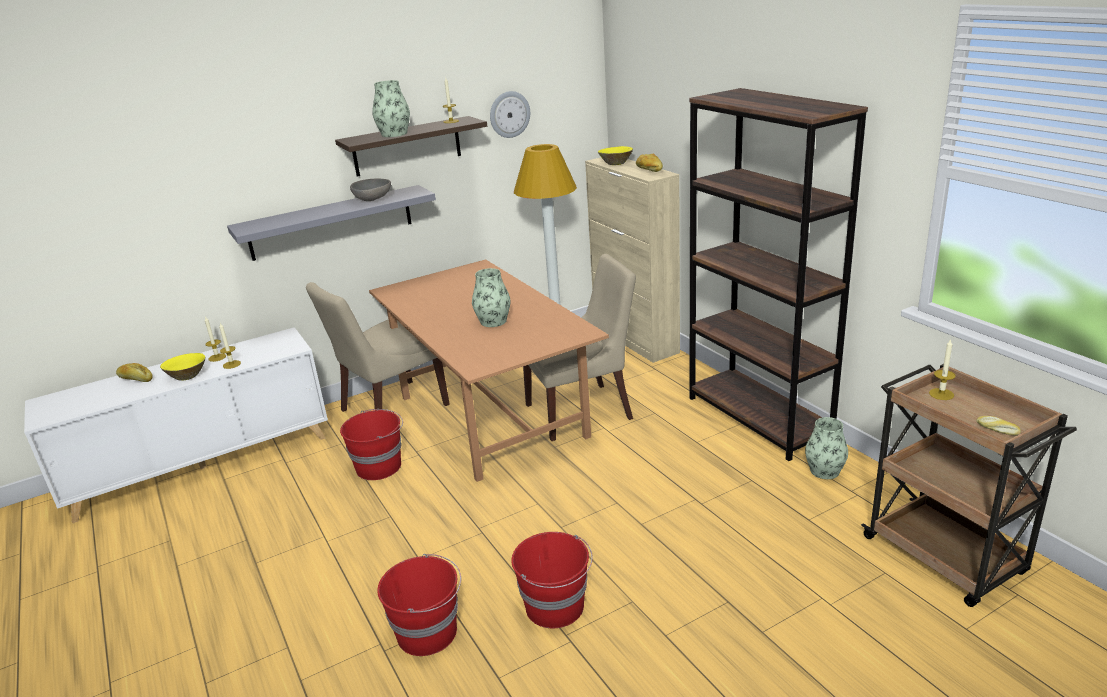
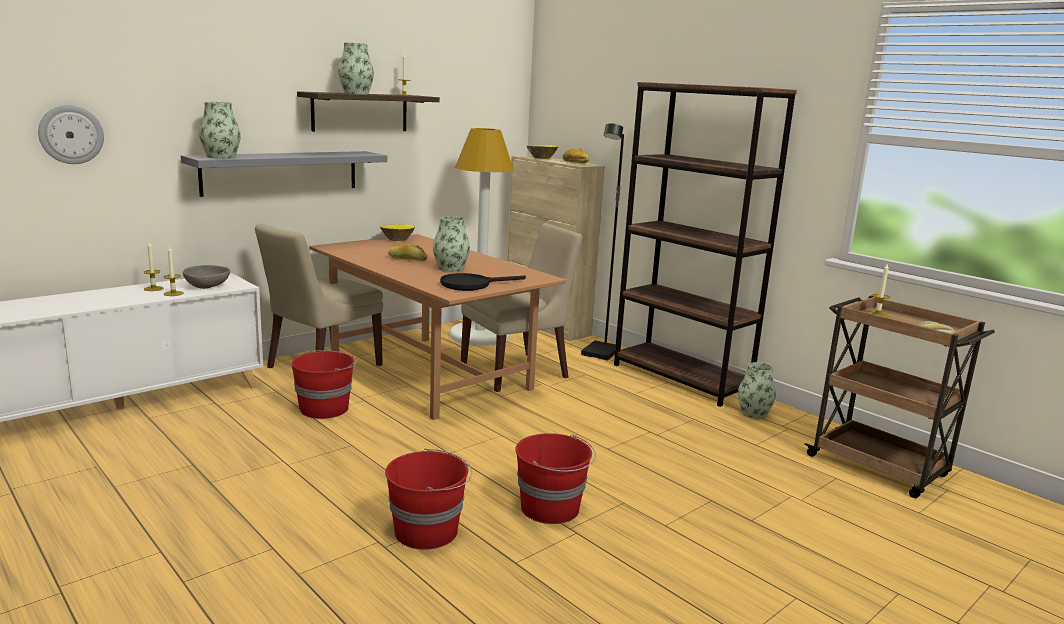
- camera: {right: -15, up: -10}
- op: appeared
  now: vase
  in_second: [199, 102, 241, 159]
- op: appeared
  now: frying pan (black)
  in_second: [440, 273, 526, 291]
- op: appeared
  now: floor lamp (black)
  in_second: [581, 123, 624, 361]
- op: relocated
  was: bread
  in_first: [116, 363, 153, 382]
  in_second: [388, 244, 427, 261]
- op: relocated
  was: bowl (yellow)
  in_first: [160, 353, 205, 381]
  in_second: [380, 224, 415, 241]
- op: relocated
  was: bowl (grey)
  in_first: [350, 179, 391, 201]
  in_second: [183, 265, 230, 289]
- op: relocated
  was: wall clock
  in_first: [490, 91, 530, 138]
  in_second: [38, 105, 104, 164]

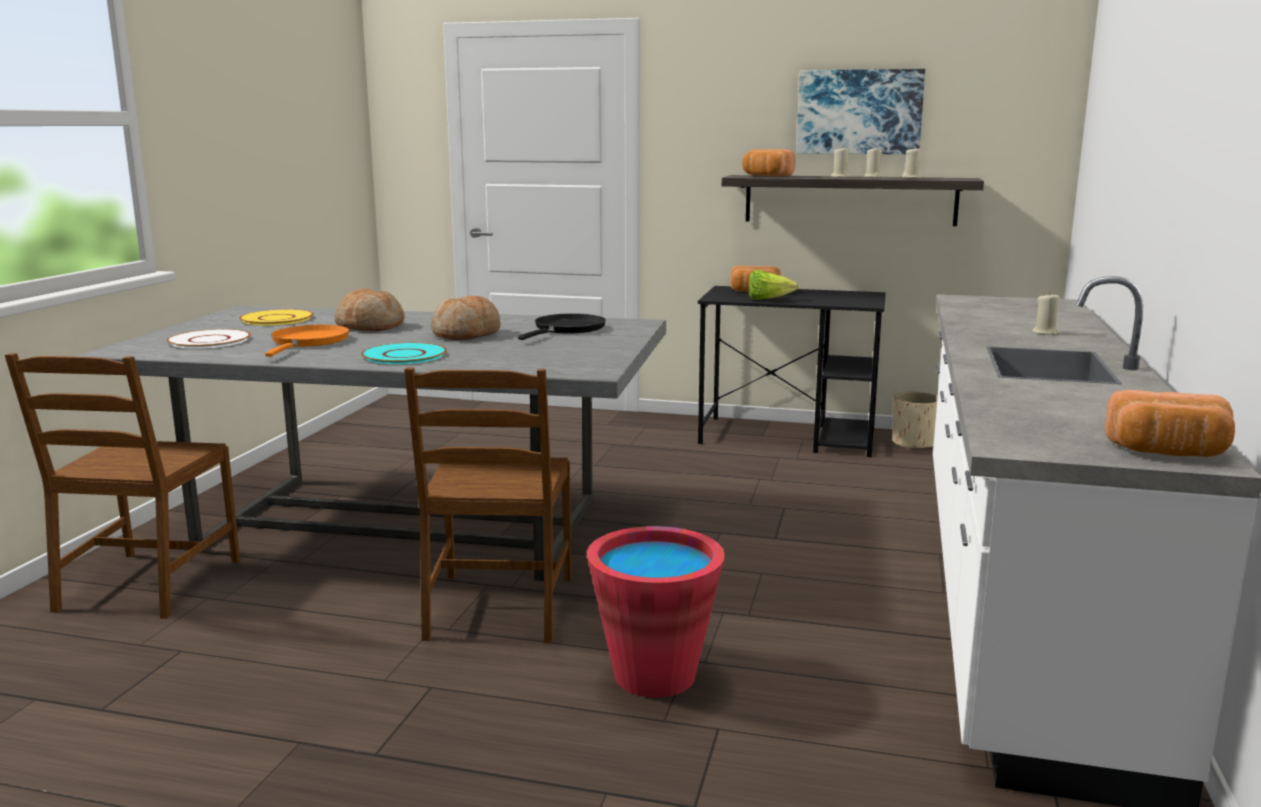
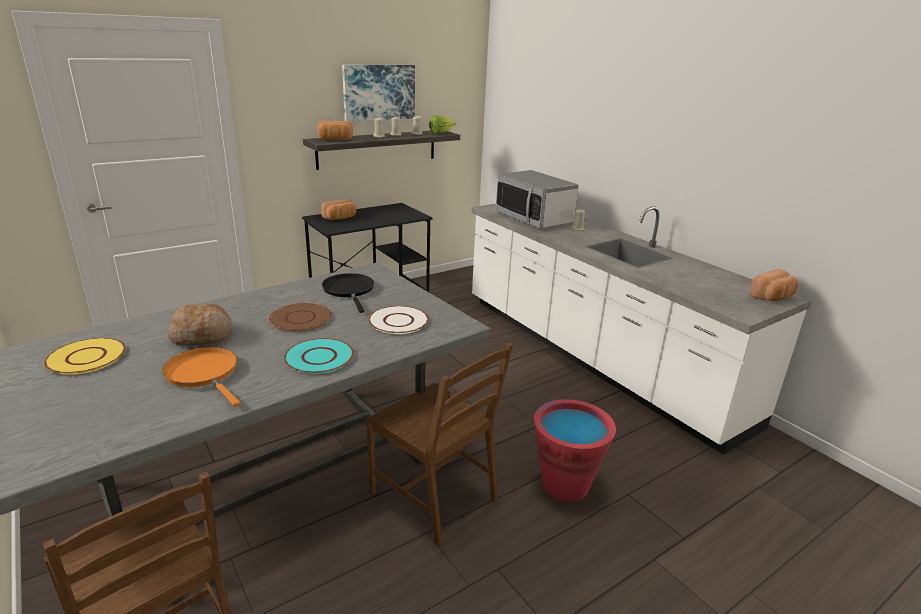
- camera: {right: -50, up: 10}
- op: missing
  was: planter (beige)
  in_first: [892, 392, 938, 450]
- op: appeared
  now: microwave
  in_second: [496, 170, 579, 228]
- op: relocated
  was: plate (white)
  in_first: [166, 329, 251, 349]
  in_second: [368, 306, 429, 334]
- op: relocated
  was: lettuce
  in_first: [749, 270, 798, 300]
  in_second: [429, 115, 455, 134]
- op: exchanged
  was: bread
  now: plate (brown)
  in_first: [431, 296, 501, 340]
  in_second: [269, 303, 331, 331]

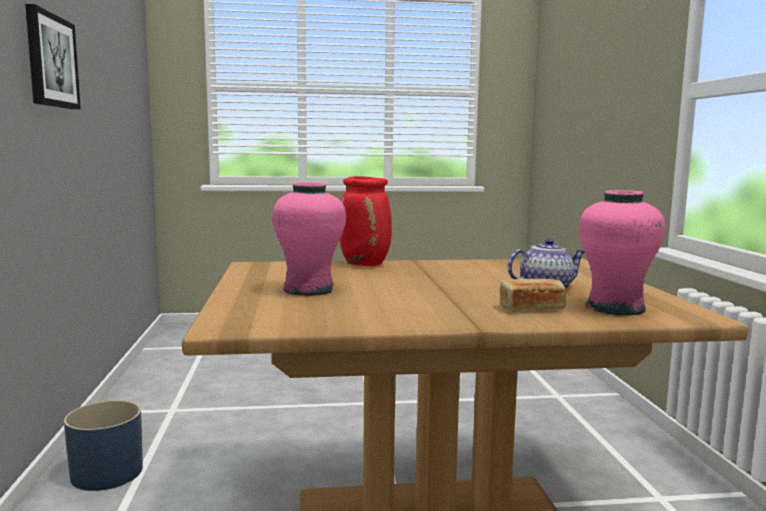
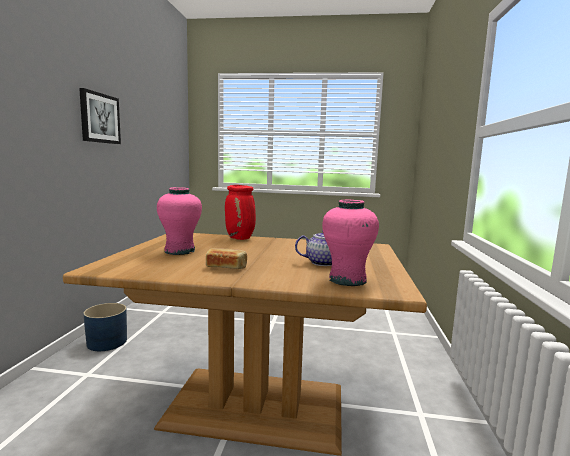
- camera: {right: 15, up: 0}
- op: relocated
  was: bread
  in_first: [500, 279, 566, 309]
  in_second: [206, 248, 247, 269]

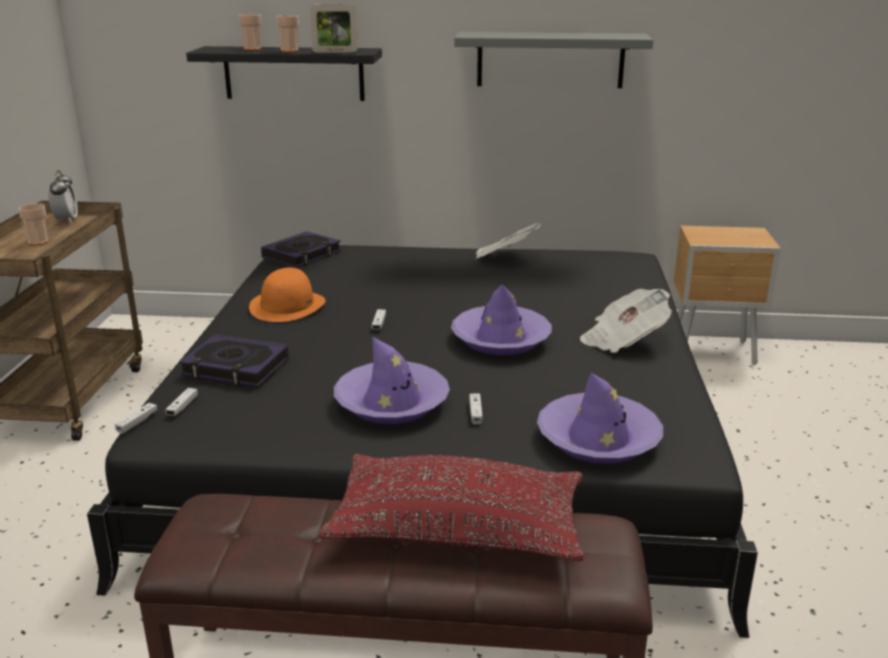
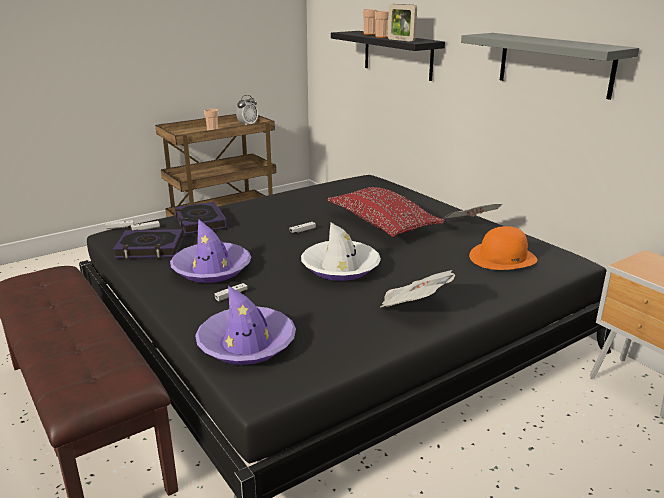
- camera: {right: 50, up: 0}
- op: relocated
  was: hat (orange)
  in_first: [249, 267, 326, 322]
  in_second: [469, 226, 537, 270]
- op: relocated
  was: book
  in_first: [261, 231, 341, 268]
  in_second: [113, 229, 183, 259]
- op: relocated
  was: pillow (red)
  in_first: [319, 454, 584, 561]
  in_second: [327, 187, 445, 237]
- op: colour
  was: hat (purple)
  now: hat (white)
  in_first: [451, 284, 552, 355]
  in_second: [301, 223, 381, 281]

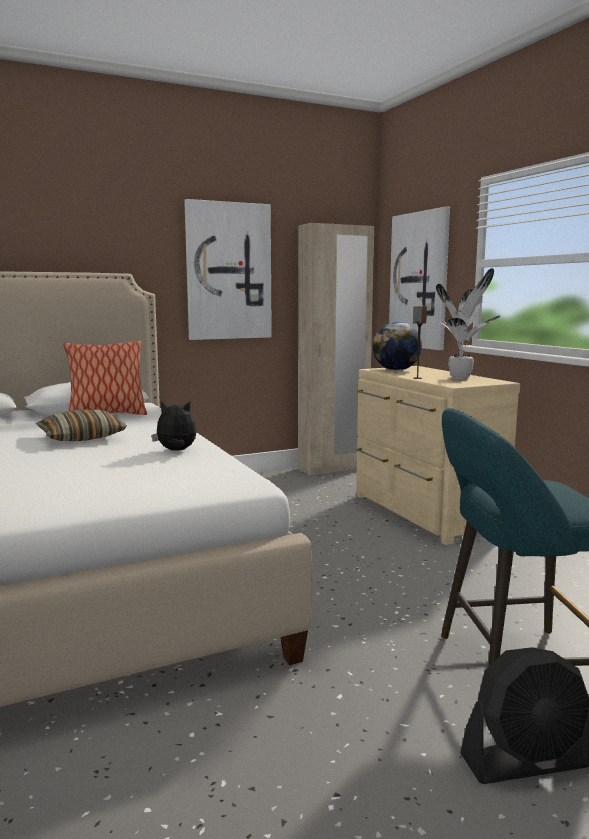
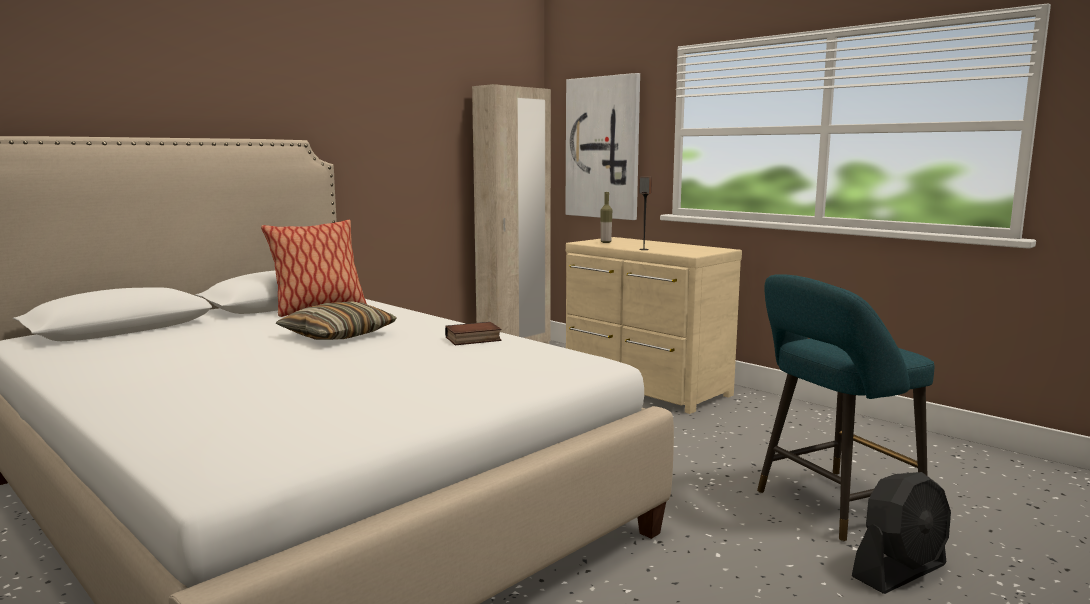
- camera: {right: -20, up: 0}
- op: missing
  was: picture
  in_first: [184, 199, 272, 340]
- op: missing
  was: potted plant
  in_first: [436, 268, 500, 380]
- op: exchanged
  was: plush toy
  now: book
  in_first: [151, 401, 197, 451]
  in_second: [445, 322, 502, 345]
- op: exchanged
  was: globe
  now: bottle
  in_first: [373, 322, 422, 371]
  in_second: [601, 192, 612, 243]

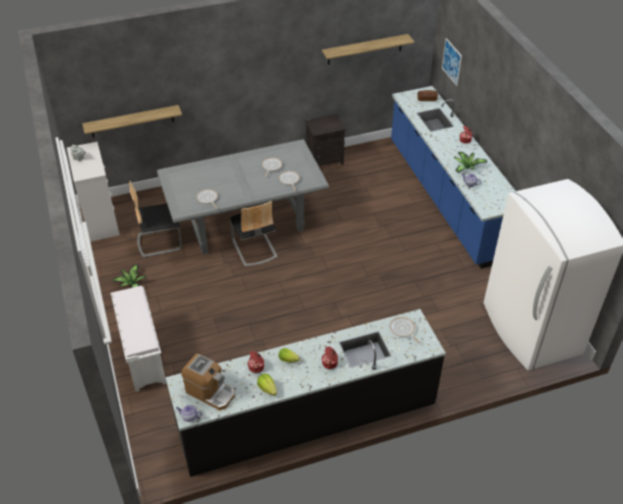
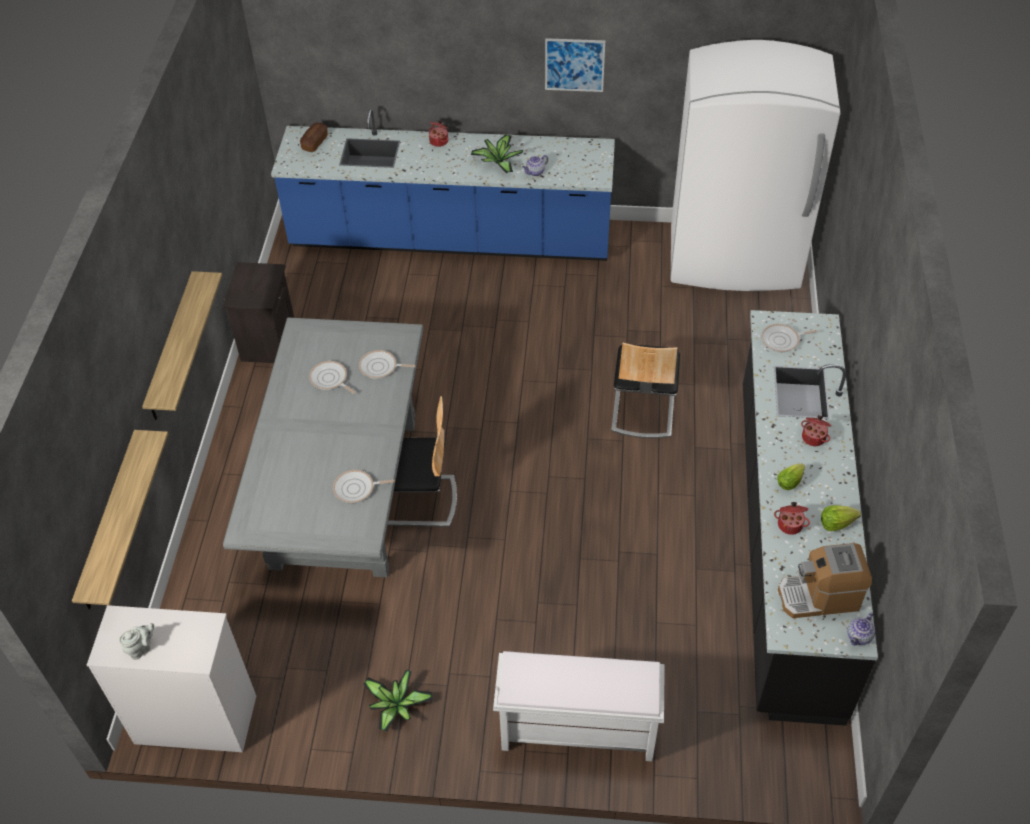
- camera: {right: -65, up: 5}
- op: relocated
  was: chair
  in_first: [129, 181, 182, 258]
  in_second: [611, 343, 680, 438]
- op: relocated
  was: shelf
  in_first: [322, 34, 415, 65]
  in_second: [142, 271, 222, 420]
- op: relocated
  was: picture
  in_first: [442, 38, 462, 86]
  in_second: [545, 38, 605, 92]
- op: spun
  was: coffee machine
  in_first: [181, 353, 235, 410]
  in_second: [778, 543, 872, 618]
  clockwise: -150

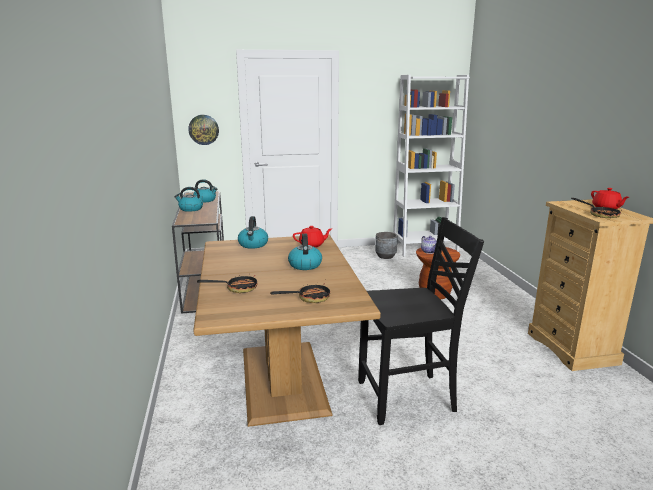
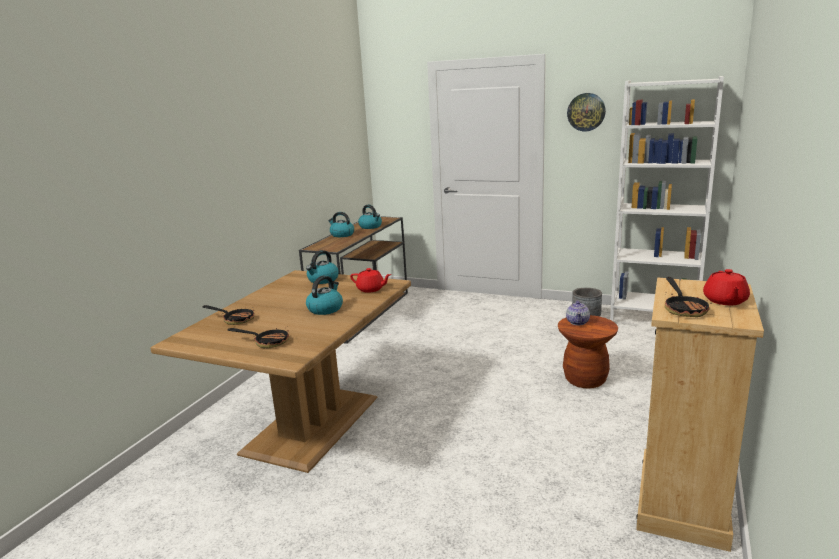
- camera: {right: 35, up: 0}
- op: missing
  was: chair (black)
  in_first: [358, 217, 484, 425]
- op: relocated
  was: wall clock
  in_first: [188, 115, 219, 145]
  in_second: [567, 93, 606, 131]

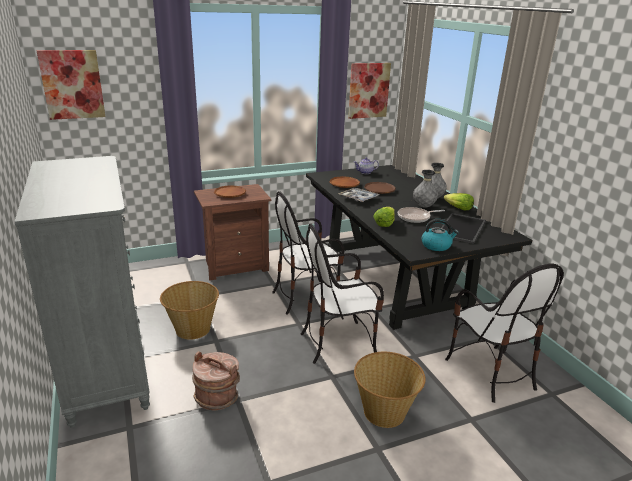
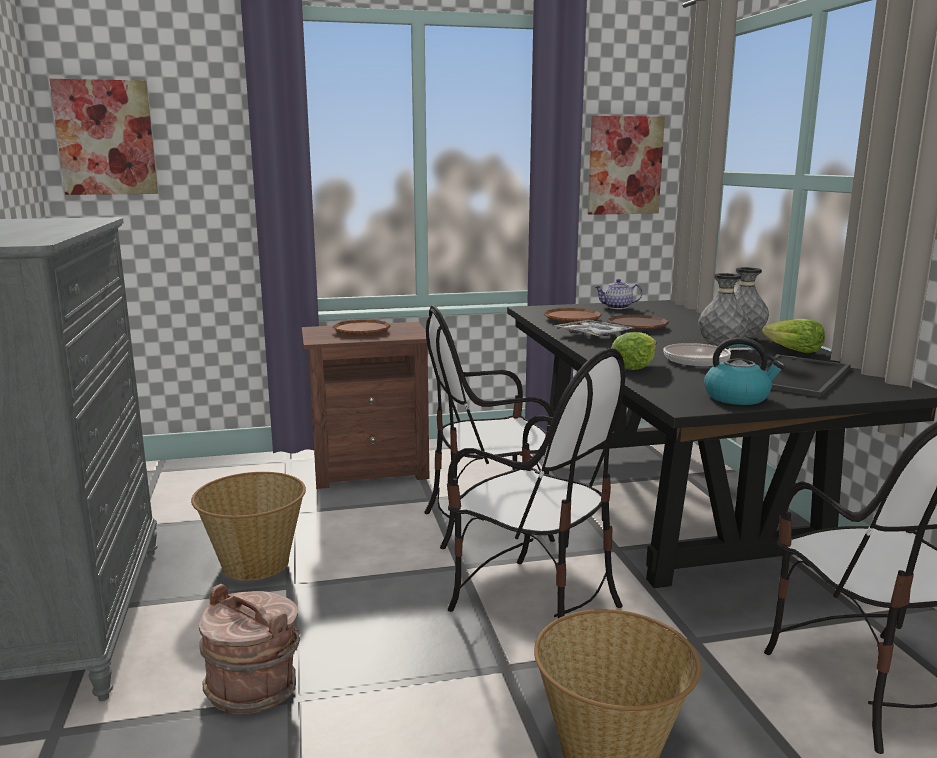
- camera: {right: 10, up: -10}
- op: spun
  was: chair
  in_first: [301, 223, 384, 364]
  in_second: [447, 348, 625, 618]
  clockwise: -135

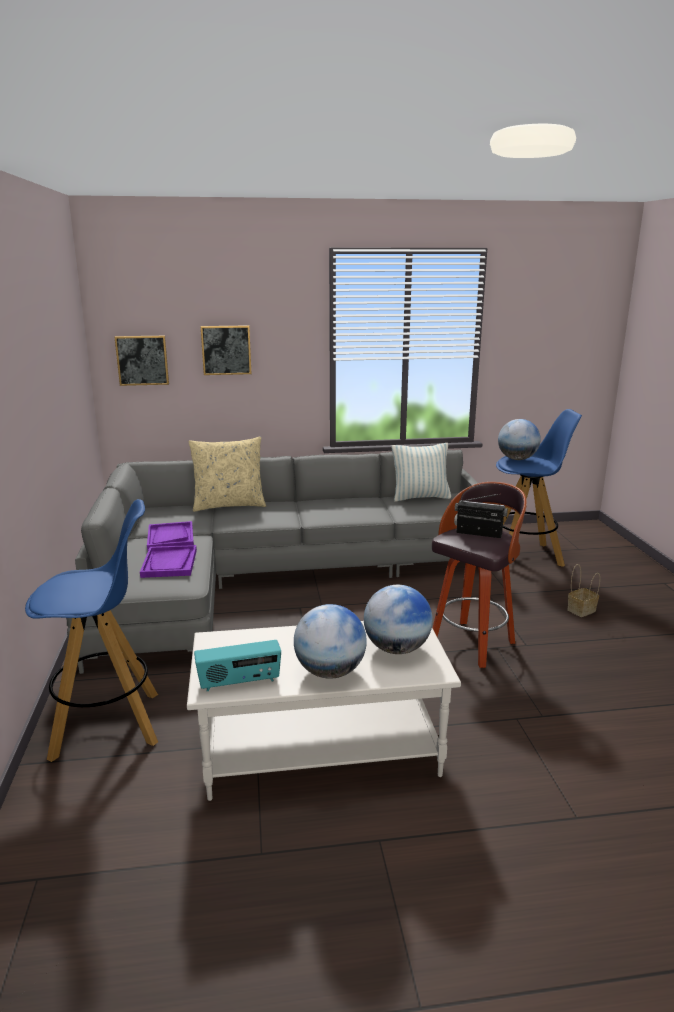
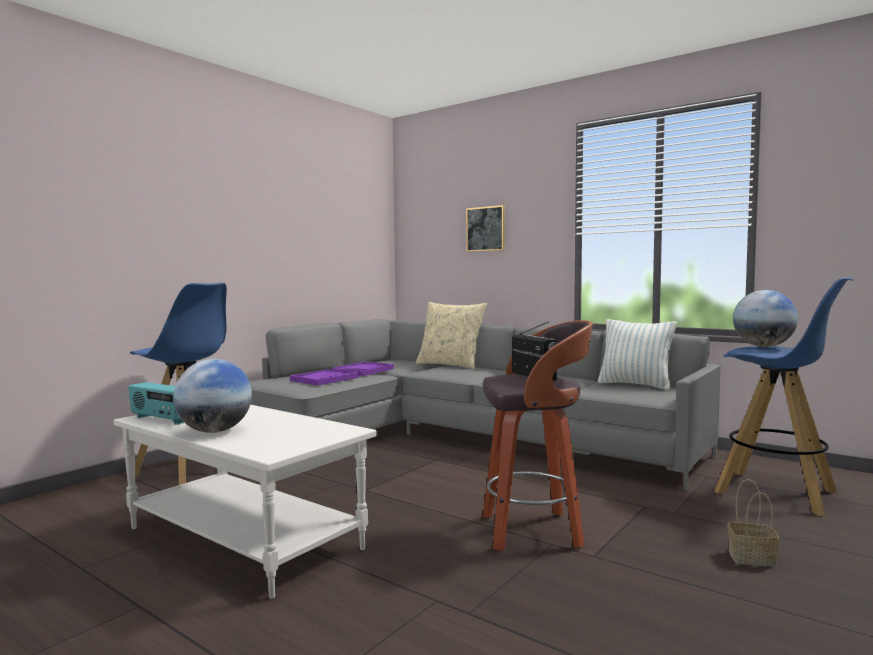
- camera: {right: 45, up: -15}
- op: missing
  was: picture
  in_first: [115, 336, 169, 386]
- op: missing
  was: globe
  in_first: [364, 585, 433, 654]

